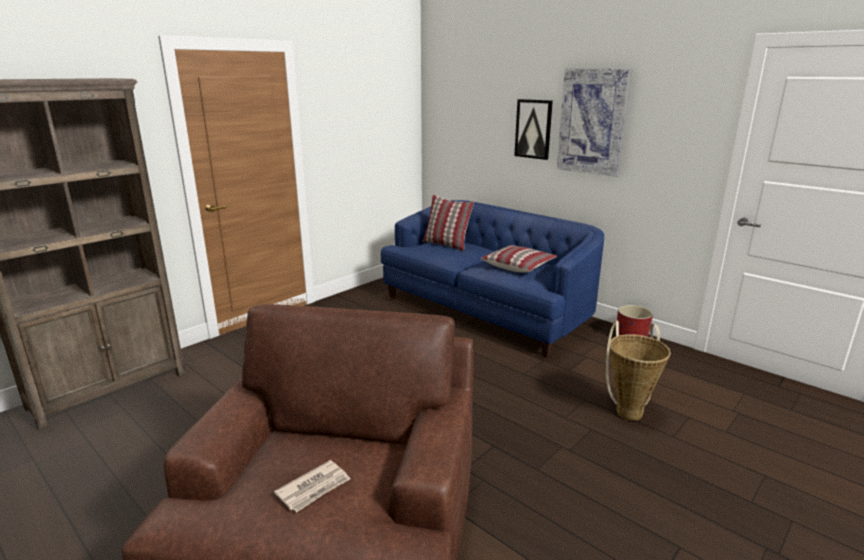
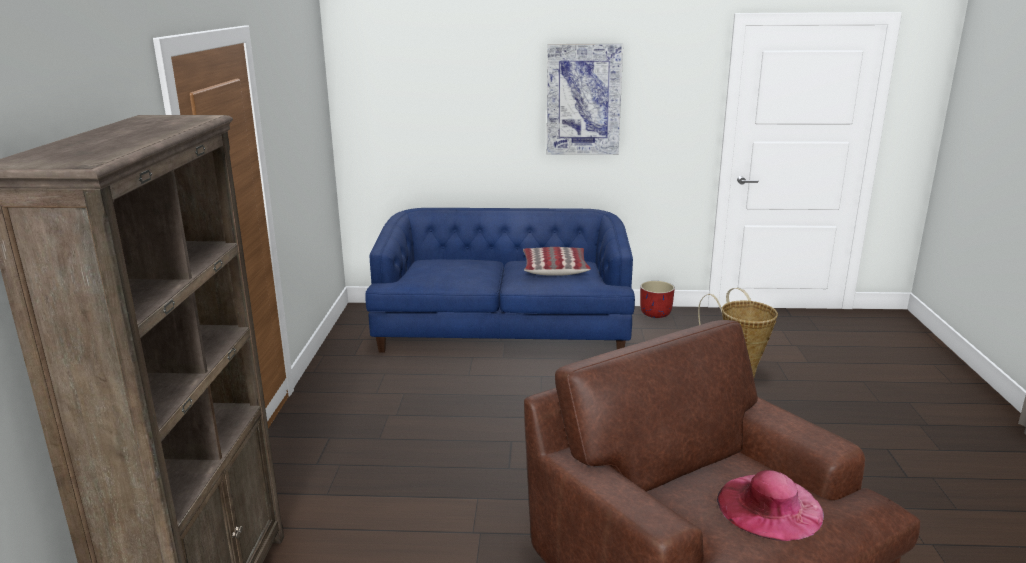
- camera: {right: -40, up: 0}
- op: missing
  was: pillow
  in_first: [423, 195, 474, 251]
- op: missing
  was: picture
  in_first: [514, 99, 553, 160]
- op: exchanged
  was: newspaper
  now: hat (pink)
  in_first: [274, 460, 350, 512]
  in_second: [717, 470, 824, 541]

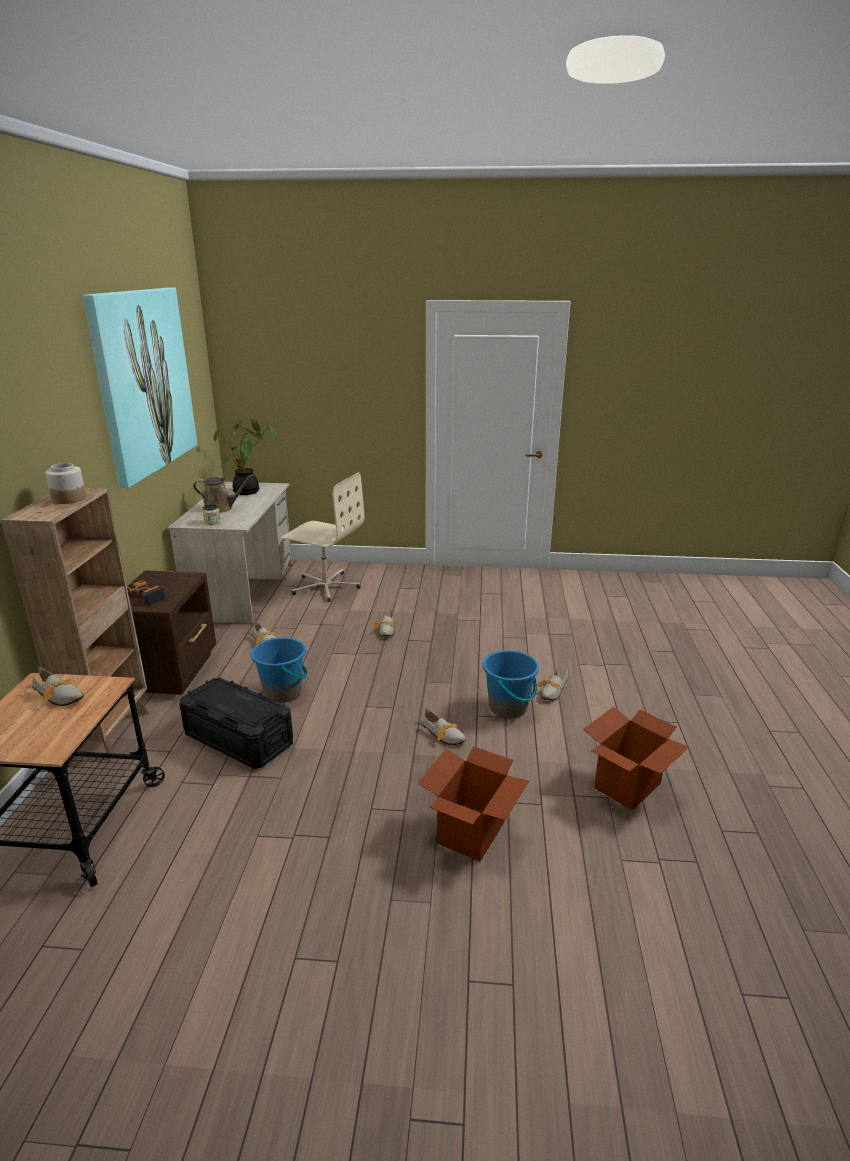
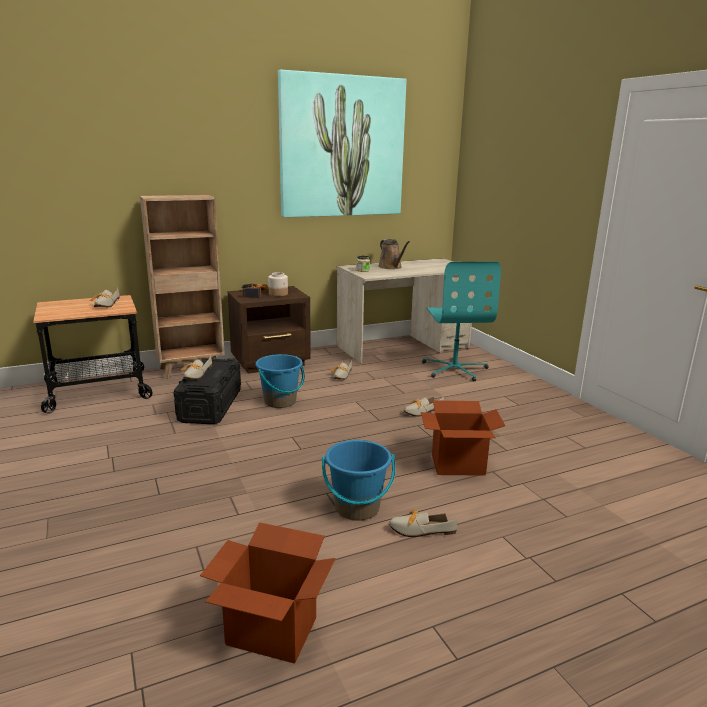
- camera: {right: 60, up: -5}
- op: missing
  was: potted plant
  in_first: [213, 419, 276, 495]
- op: relocated
  was: jar
  in_first: [45, 463, 86, 504]
  in_second: [268, 272, 288, 296]
- op: relocated
  was: cardboard box
  in_first: [418, 746, 529, 861]
  in_second: [421, 400, 505, 476]
- op: relocated
  was: shoe
  in_first: [422, 708, 466, 745]
  in_second: [181, 355, 212, 380]
- op: colour
  was: office chair (beige)
  now: office chair (turquoise)
  in_first: [281, 472, 364, 602]
  in_second: [422, 262, 501, 381]

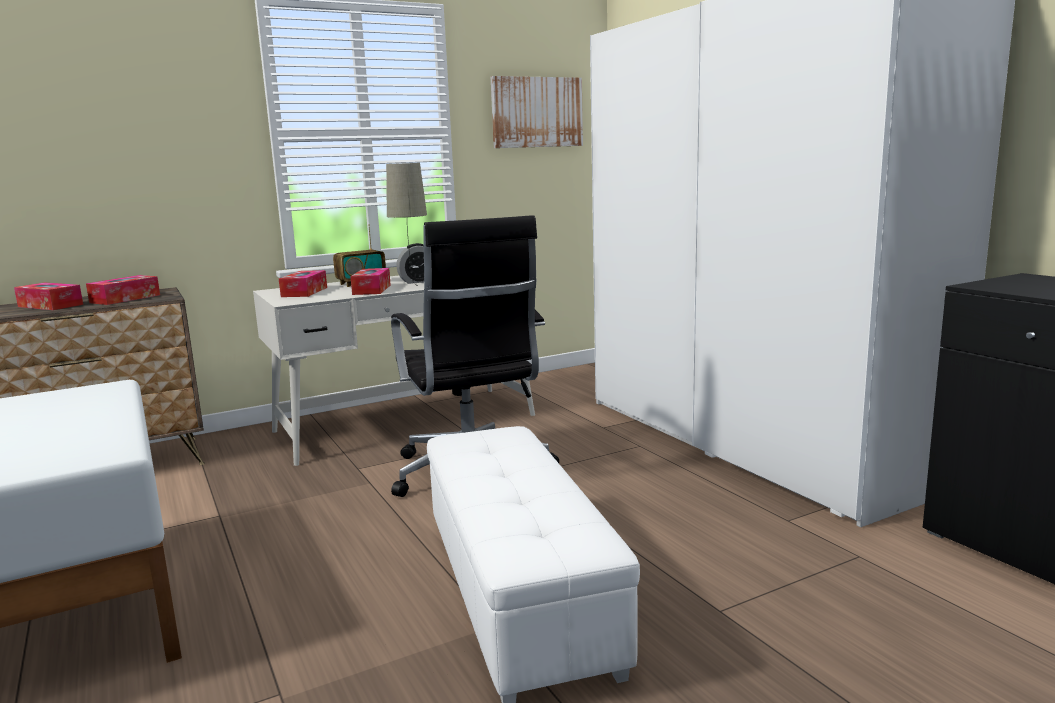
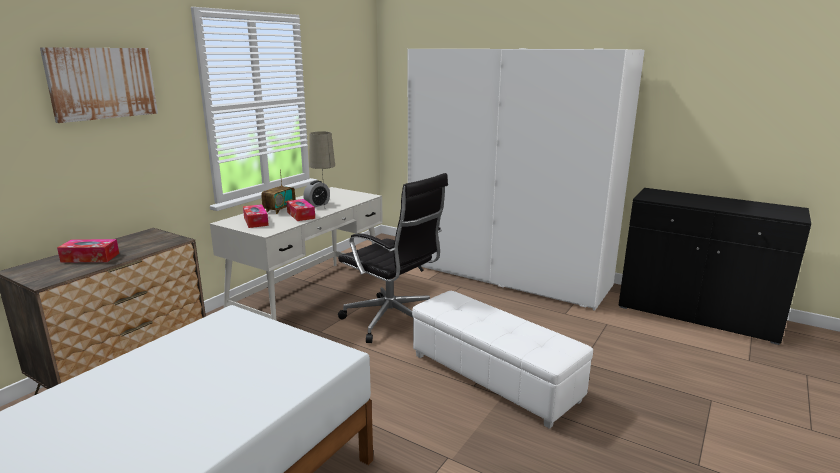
- camera: {right: -30, up: 5}
- op: missing
  was: tissue box
  in_first: [86, 275, 160, 305]
- op: relocated
  was: picture
  in_first: [491, 76, 583, 148]
  in_second: [40, 47, 158, 123]

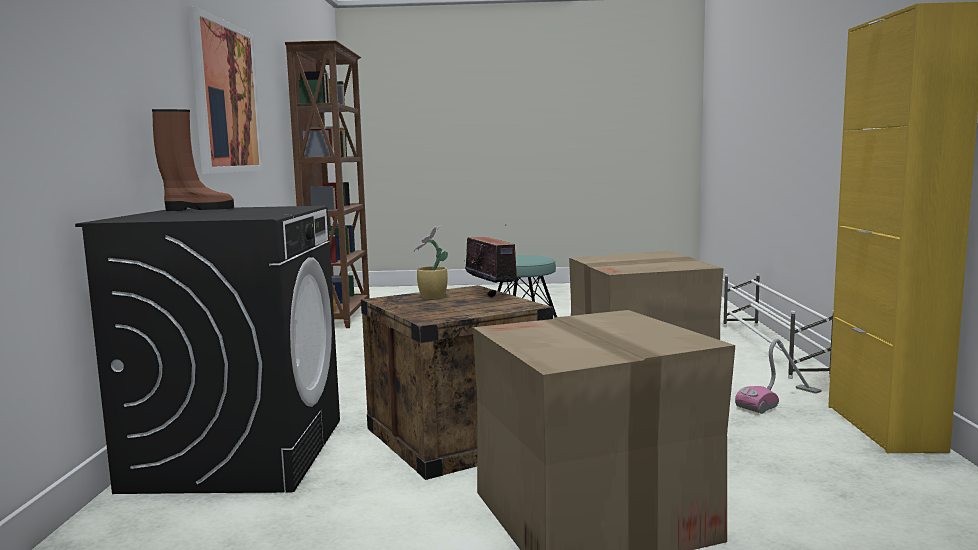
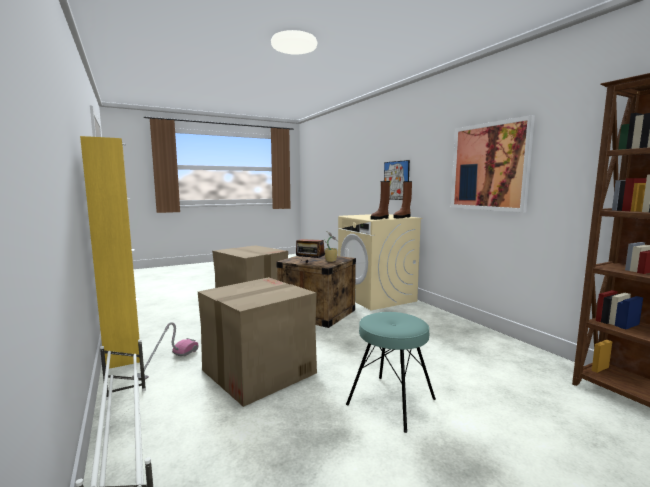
- camera: {right: 150, up: 0}
- op: appeared
  now: boot (brown)
  in_second: [371, 181, 390, 220]
- op: appeared
  now: picture
  in_second: [384, 160, 410, 200]
- op: colour
  was: washing machine (black)
  now: washing machine (beige)
  in_first: [75, 206, 340, 494]
  in_second: [338, 214, 422, 310]

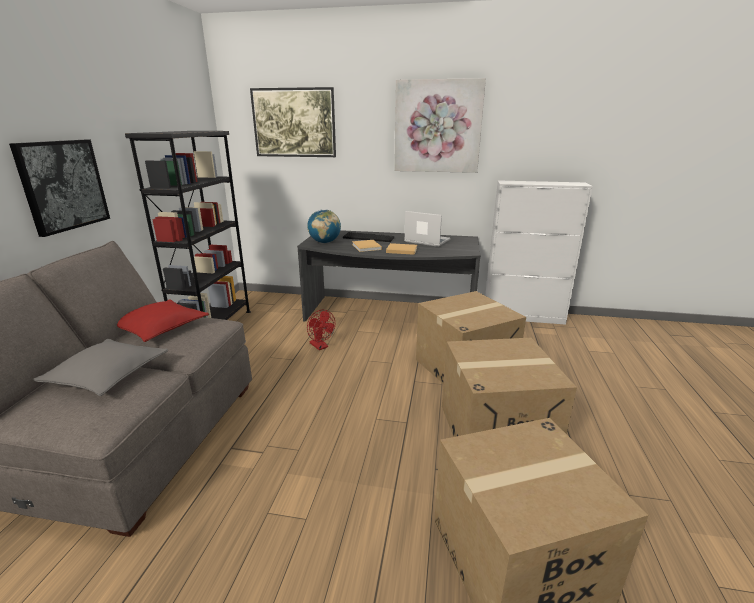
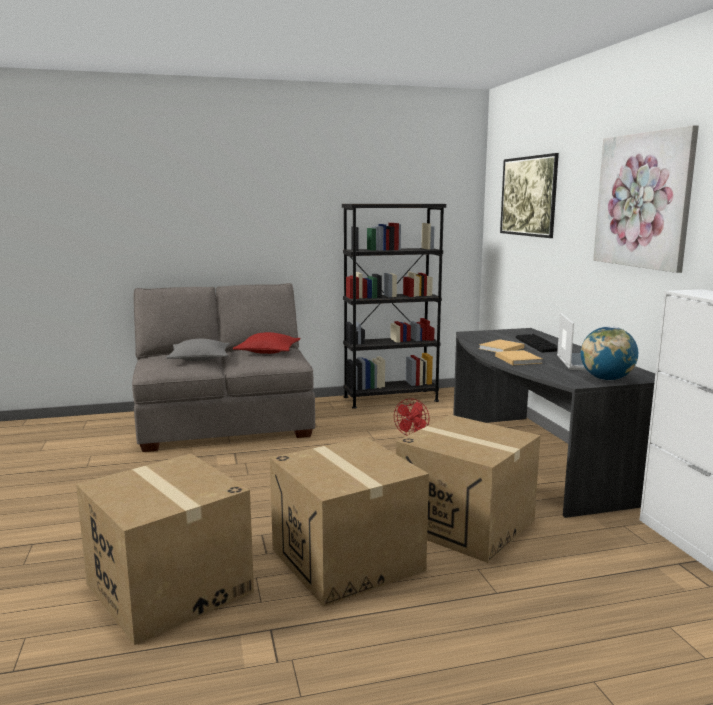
- camera: {right: 65, up: -10}
- op: missing
  was: picture
  in_first: [9, 140, 110, 237]
- op: relocated
  was: globe
  in_first: [307, 209, 341, 243]
  in_second: [581, 326, 638, 380]

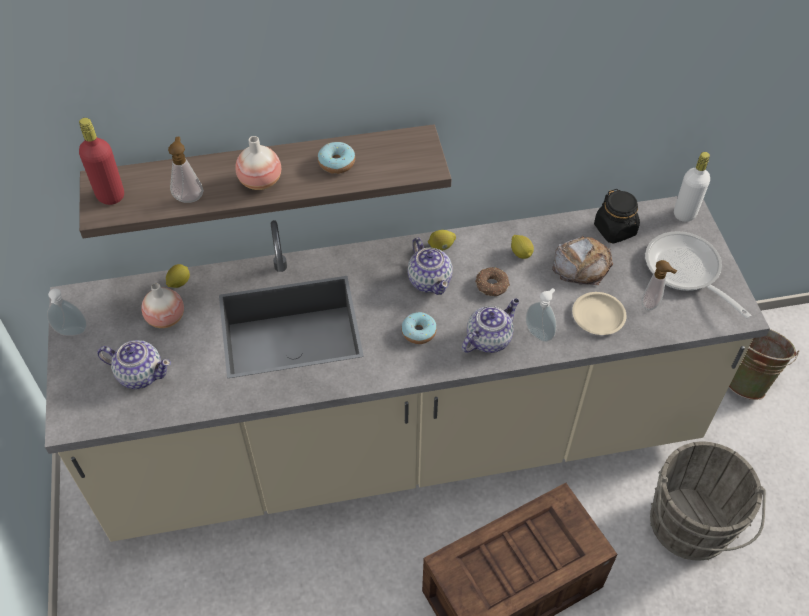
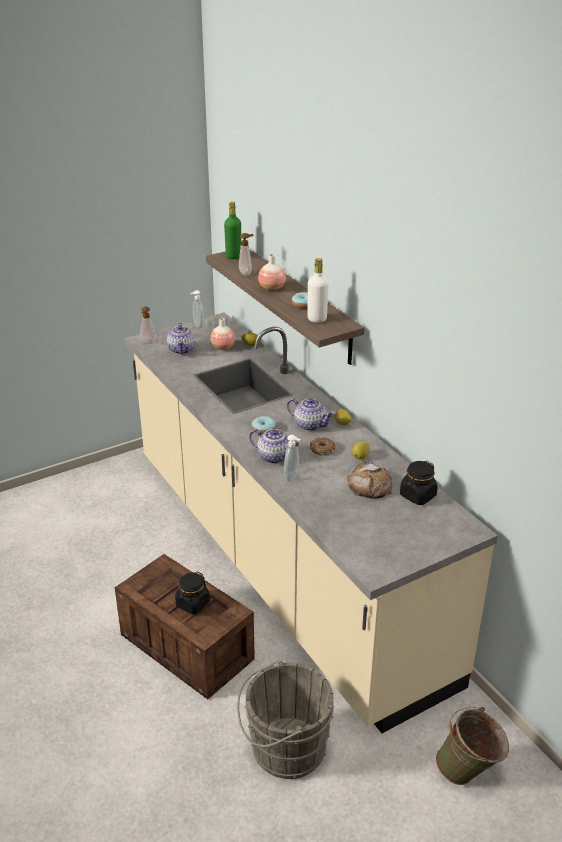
- camera: {right: 70, up: -20}
- op: missing
  was: plate (beige)
  in_first: [572, 292, 626, 335]
- op: missing
  was: frying pan
  in_first: [645, 231, 751, 319]
- op: appeared
  now: jar (black)
  in_second: [175, 572, 210, 614]
- op: relocated
  was: soap dispenser
  in_first: [642, 260, 677, 311]
  in_second: [140, 307, 157, 344]
- op: relocated
  was: bottle (white)
  in_first: [674, 152, 710, 222]
  in_second: [308, 258, 329, 323]
- op: colour
  was: bottle (red)
  now: bottle (green)
  in_first: [79, 118, 124, 205]
  in_second: [224, 201, 241, 259]
- op: spun
  was: teapot
  in_first: [408, 238, 453, 295]
  in_second: [287, 398, 335, 431]
  clockwise: -105

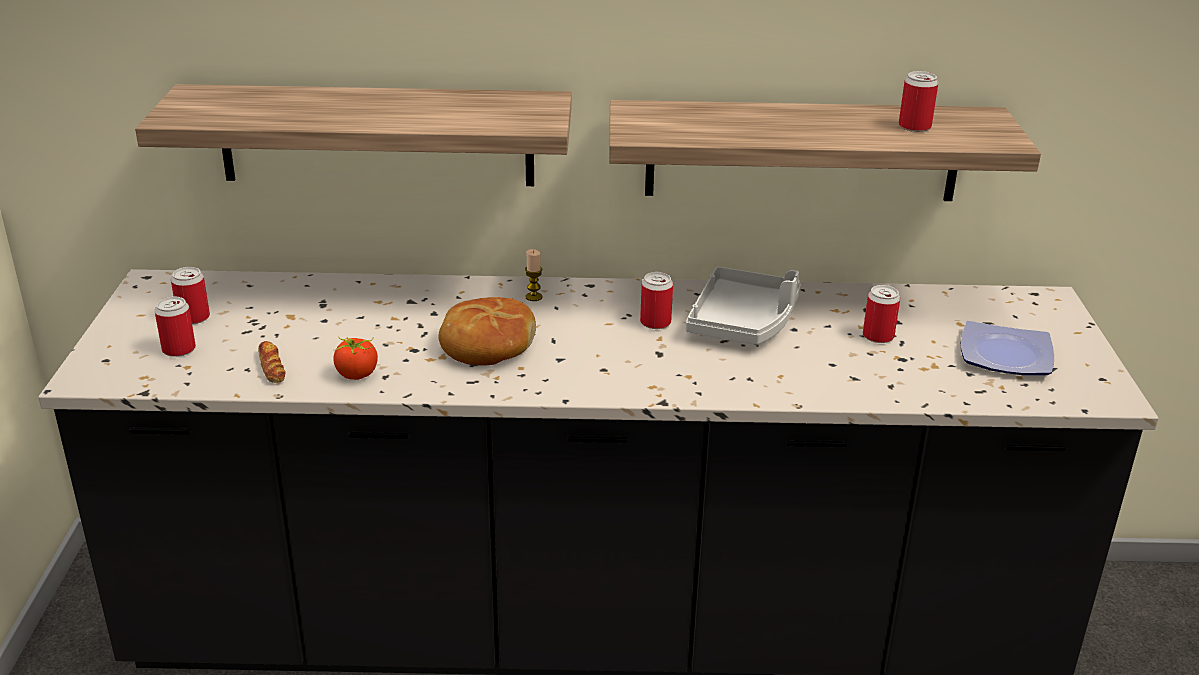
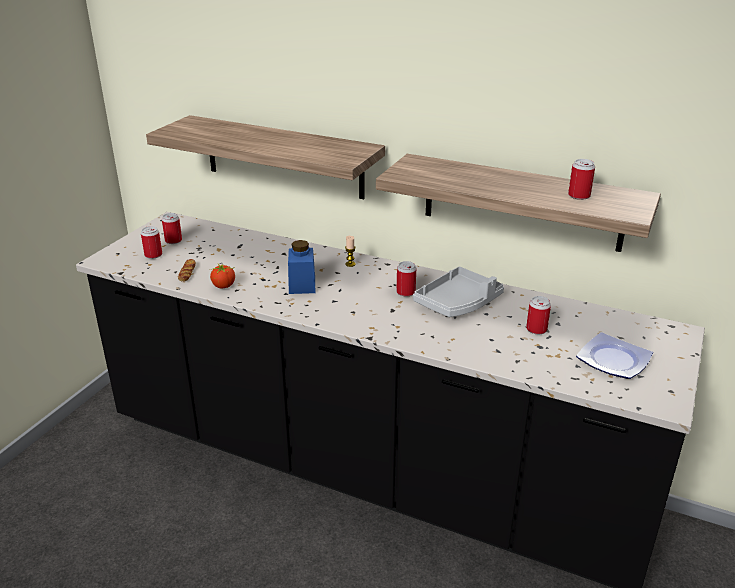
- camera: {right: 25, up: 0}
- op: exchanged
  was: bread
  now: jar (blue)
  in_first: [439, 297, 536, 366]
  in_second: [288, 240, 315, 294]

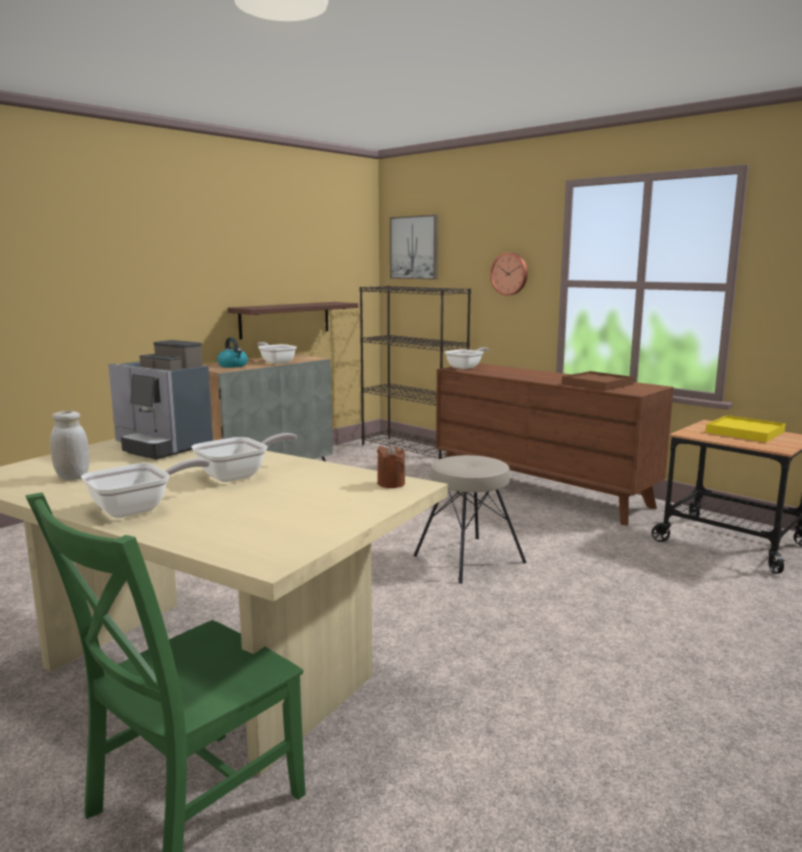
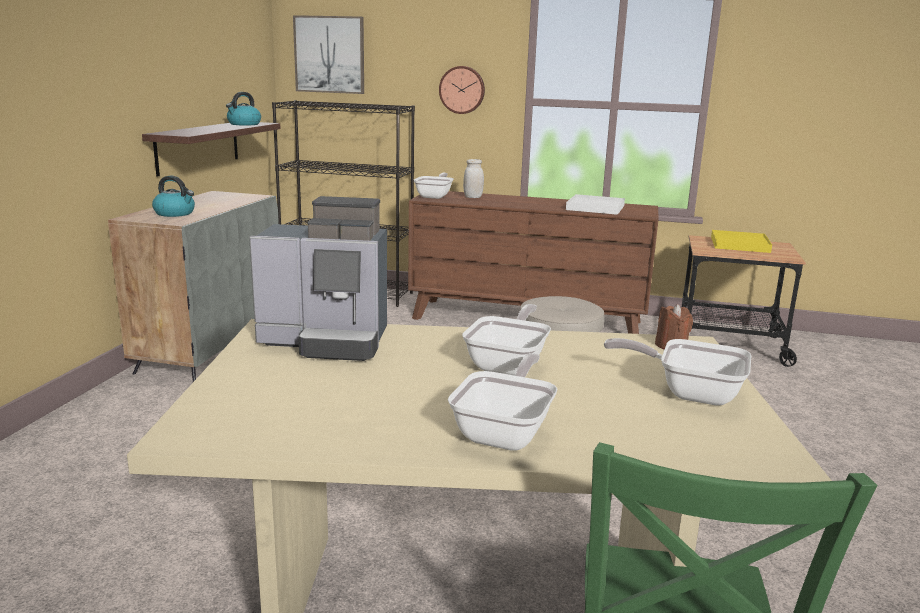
- camera: {right: -30, up: 5}
- op: appeared
  now: kettle
  in_second: [226, 92, 261, 126]
- op: relocated
  was: jar (white)
  in_first: [50, 411, 90, 480]
  in_second: [463, 159, 484, 198]
- op: relocated
  was: frying pan
  in_first: [258, 342, 297, 364]
  in_second: [604, 338, 751, 406]
- op: colour
  was: tray (brown)
  now: tray (white)
  in_first: [562, 371, 634, 391]
  in_second: [566, 194, 625, 215]

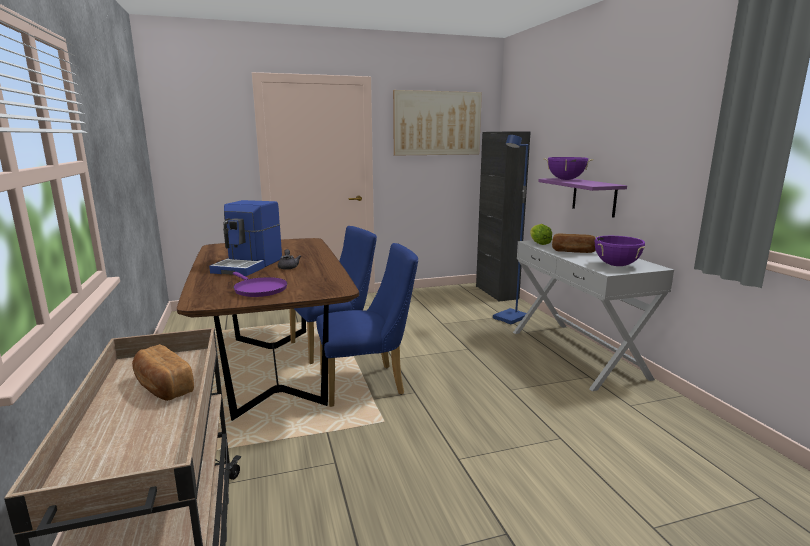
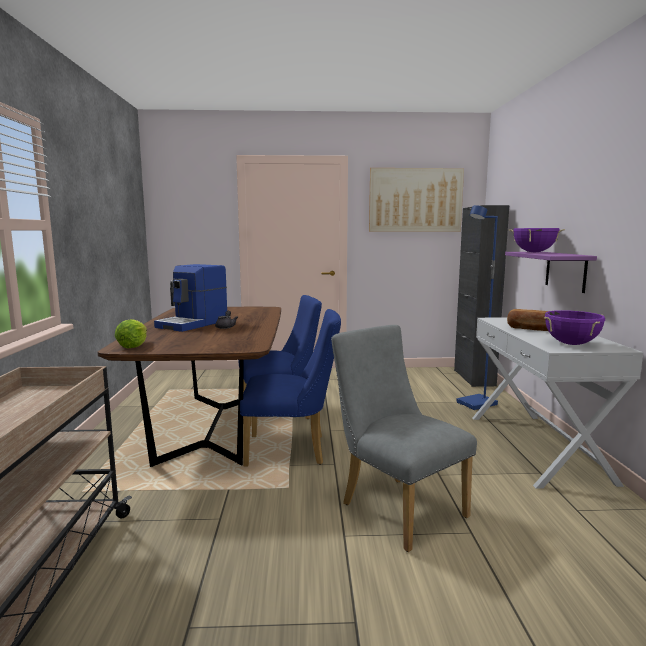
- camera: {right: 15, up: -5}
- op: missing
  was: bread
  in_first: [132, 344, 194, 401]
- op: missing
  was: frying pan (purple)
  in_first: [233, 272, 287, 297]
- op: appeared
  now: chair (grey)
  in_second: [331, 325, 477, 552]
- op: relocated
  was: lettuce
  in_first: [530, 224, 552, 245]
  in_second: [115, 319, 147, 348]

